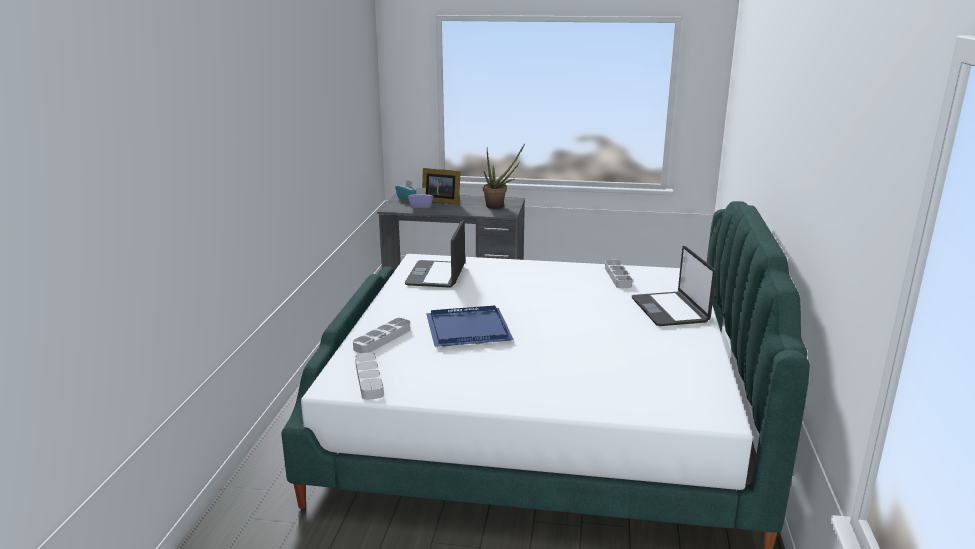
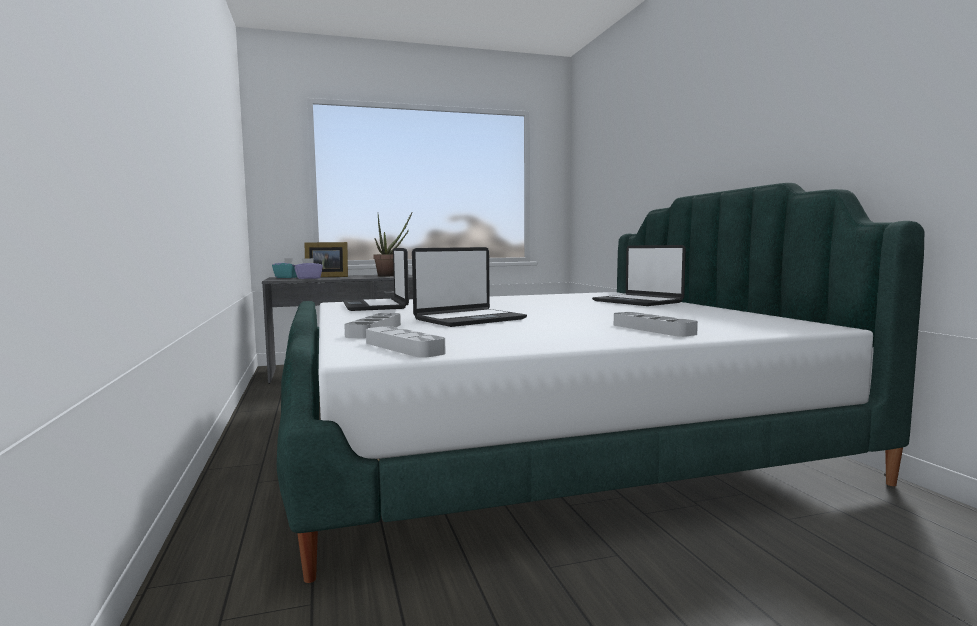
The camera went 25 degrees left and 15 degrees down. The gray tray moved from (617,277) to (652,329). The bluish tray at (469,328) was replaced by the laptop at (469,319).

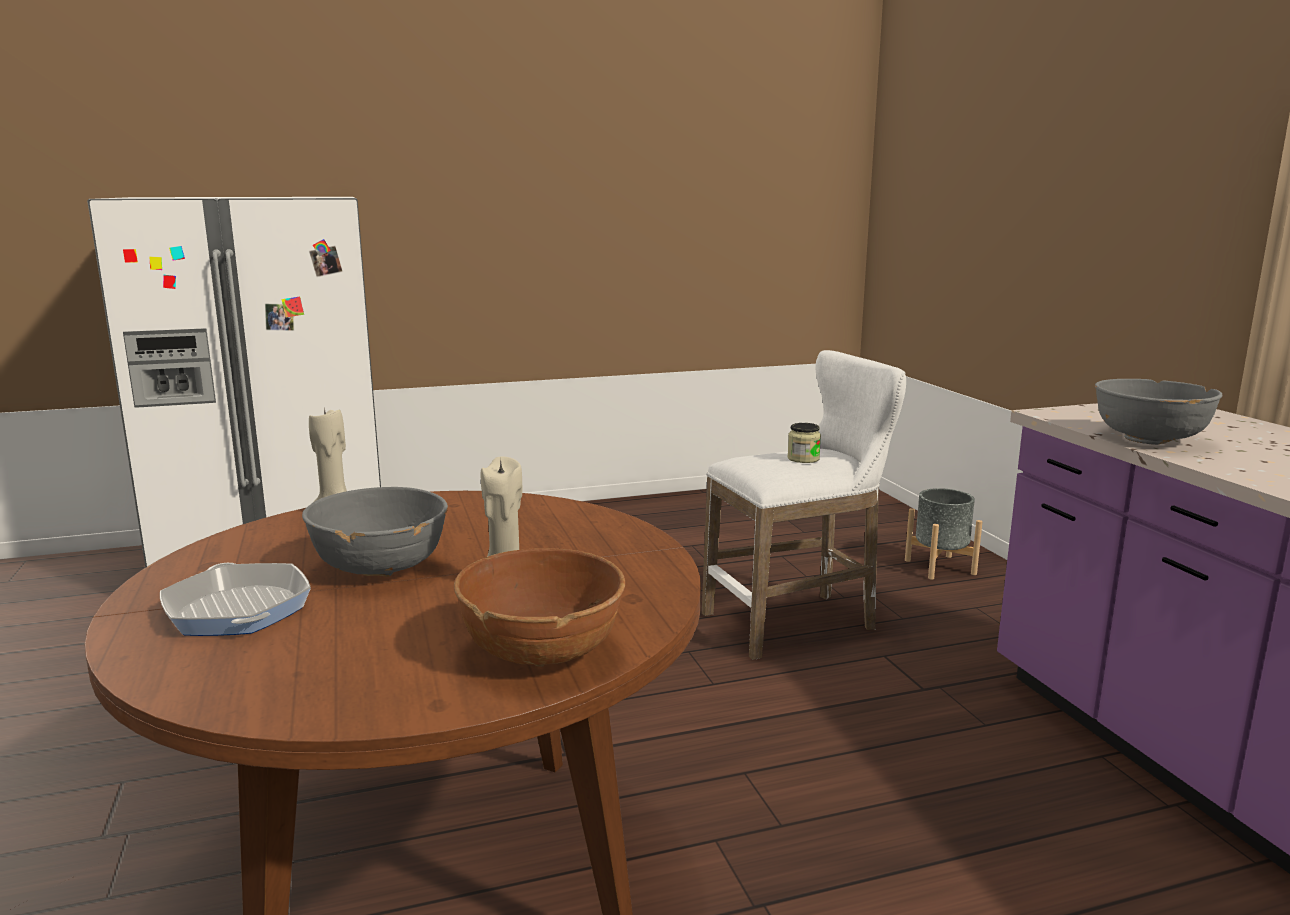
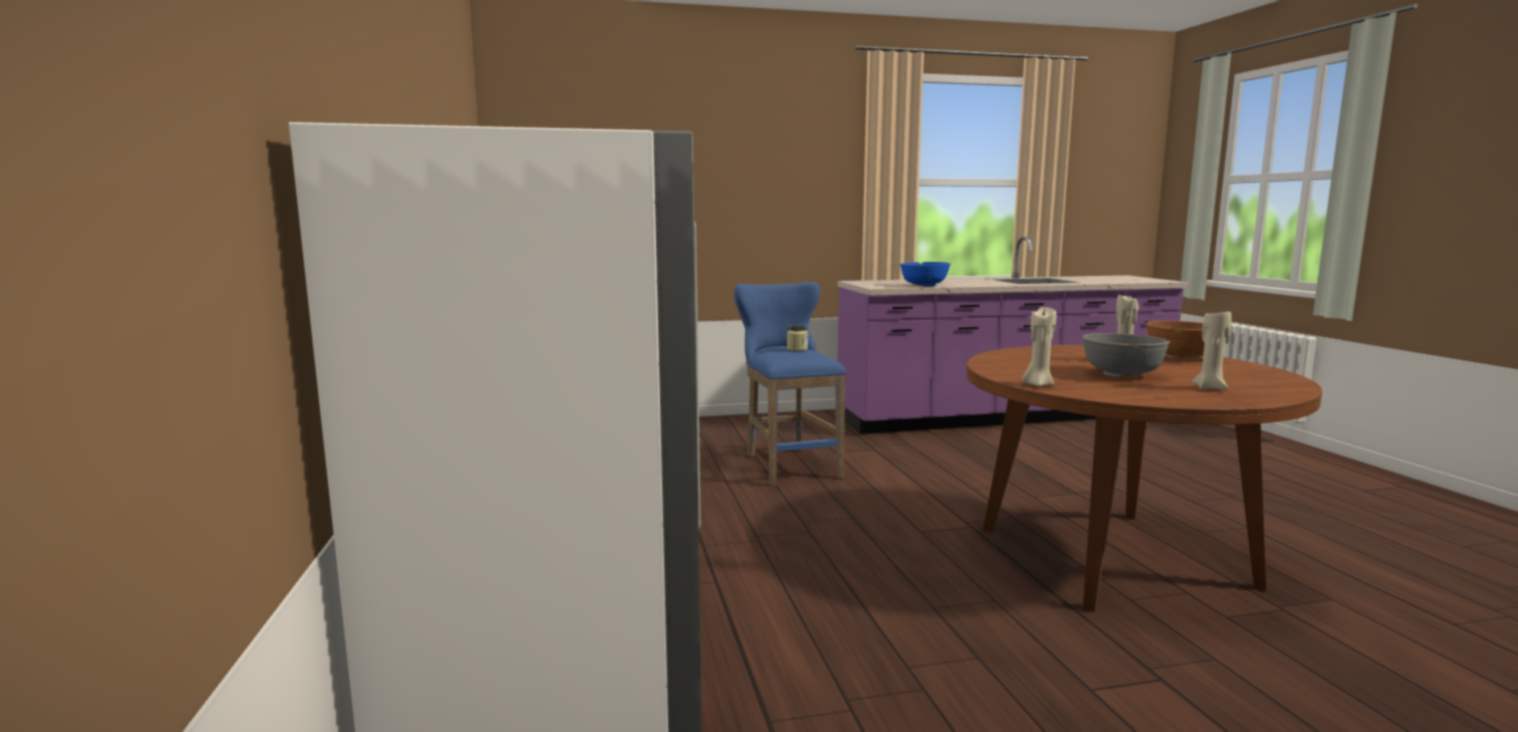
The camera went 85 degrees left and 5 degrees down. The white stool seat at (798,622) became the bluish stool seat at (788,464). The gray bowl at (1149,438) became the bluish bowl at (924,285). The gray flower pot at (940,567) disappeared. The skillet at (238,610) was replaced by the beige wax light at (1210,388).

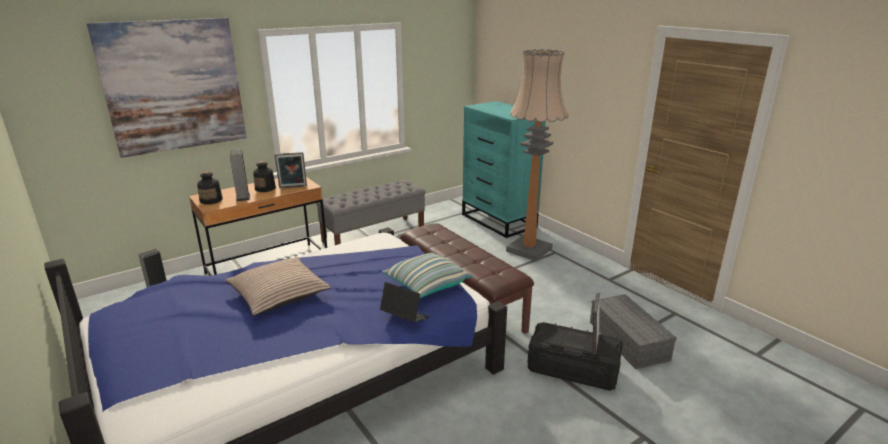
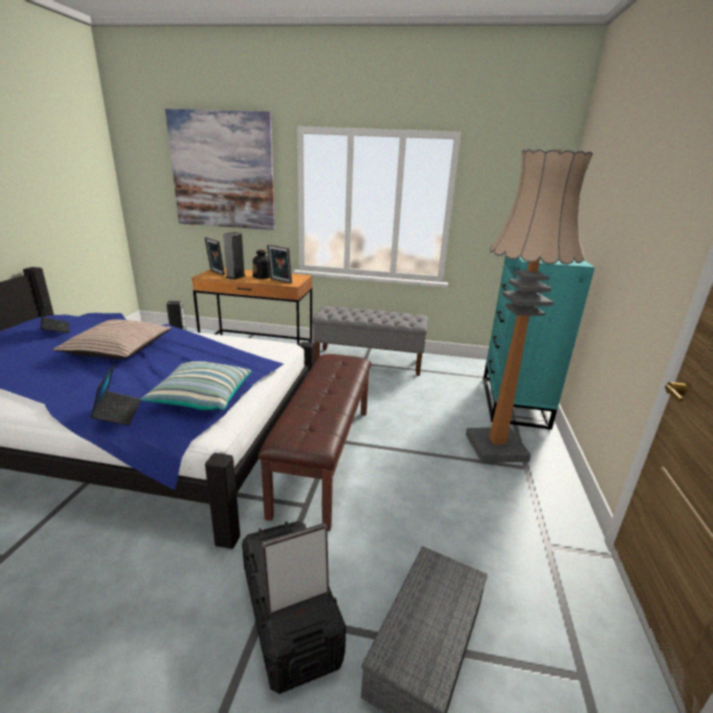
The camera went 45 degrees right and 0 degrees up. The beverage bottle at (211,200) was replaced by the picture frame at (216,273). The laptop at (56,329) appeared.

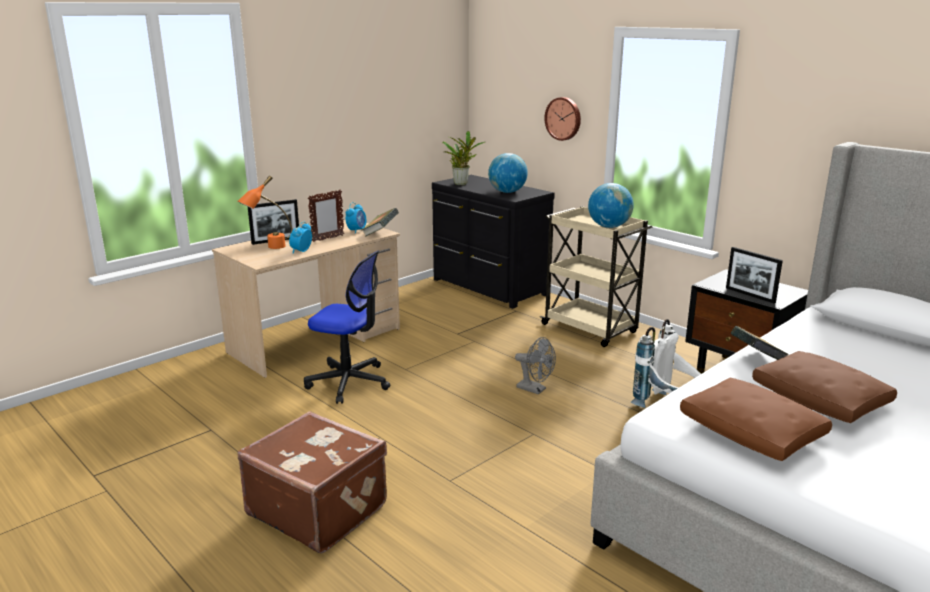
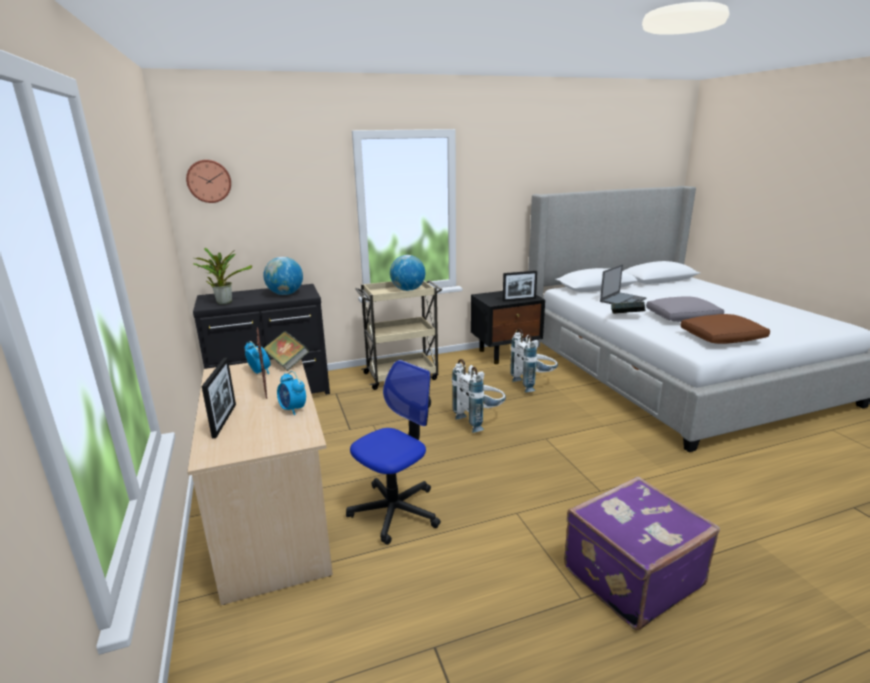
The camera went 65 degrees left and 0 degrees up. The hanging clock moved from (563,118) to (209,181). The orange tabletop lamp at (269,248) disappeared. The gray cooling fan at (535,389) was replaced by the white backpack at (480,420). The brownish cushion at (820,401) became the gray cushion at (683,318). The brownish suitcase at (318,509) became the purple suitcase at (629,575). The laptop at (623,300) appeared.

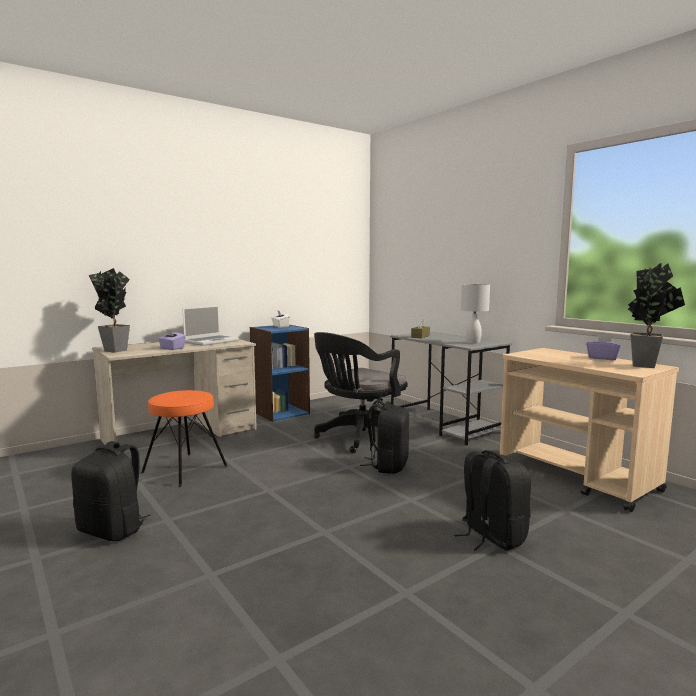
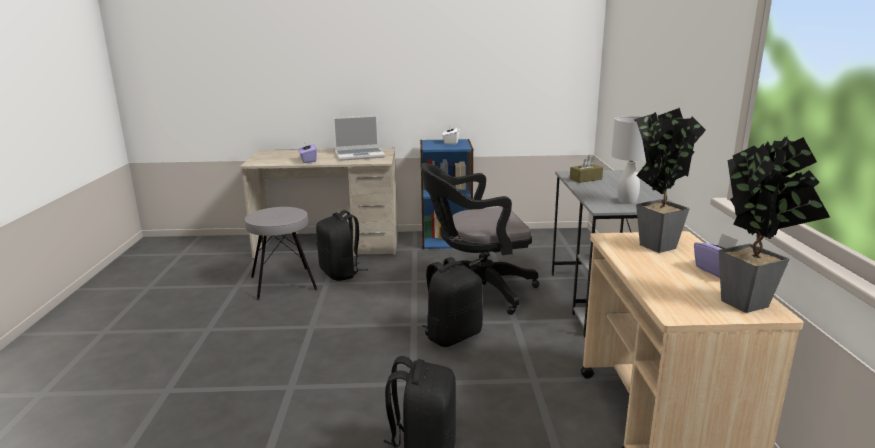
The camera went 35 degrees right and 10 degrees up. The potted plant moved from (115,350) to (655,244). The orange stool seat at (185,469) became the gray stool seat at (283,283). The blackish backpack moved from (113,530) to (341,273).

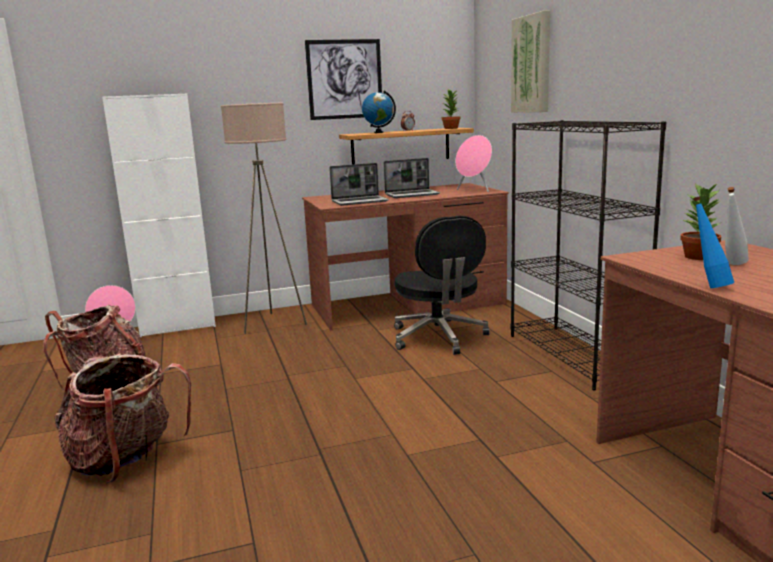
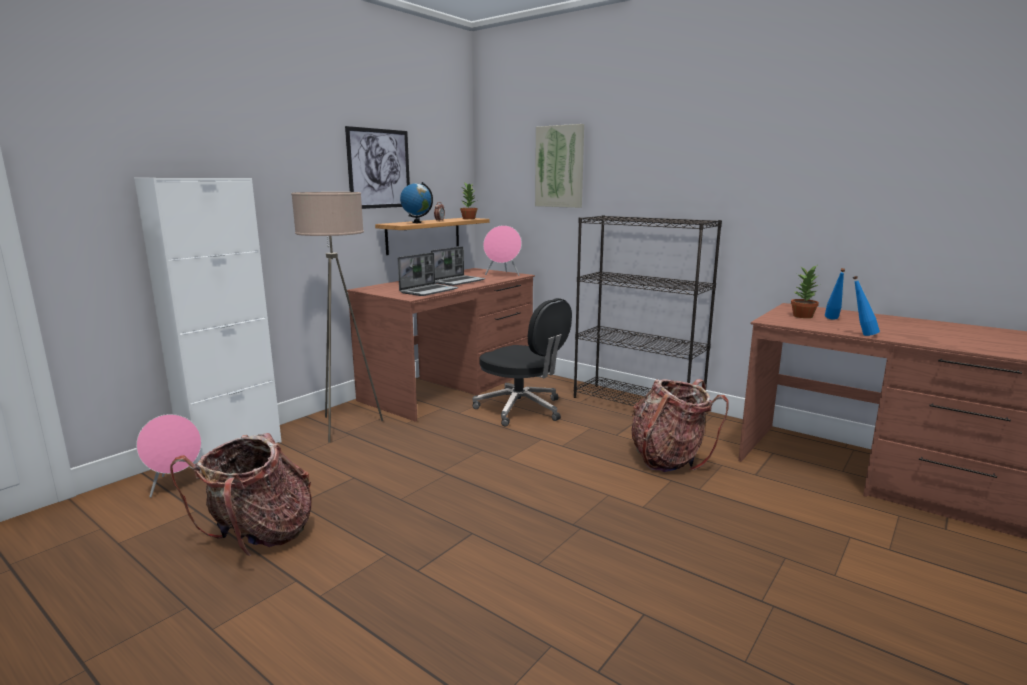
The camera went 35 degrees left and 0 degrees up. The white beverage bottle at (731,265) became the bluish beverage bottle at (832,319). The backpack moved from (126,460) to (668,458).

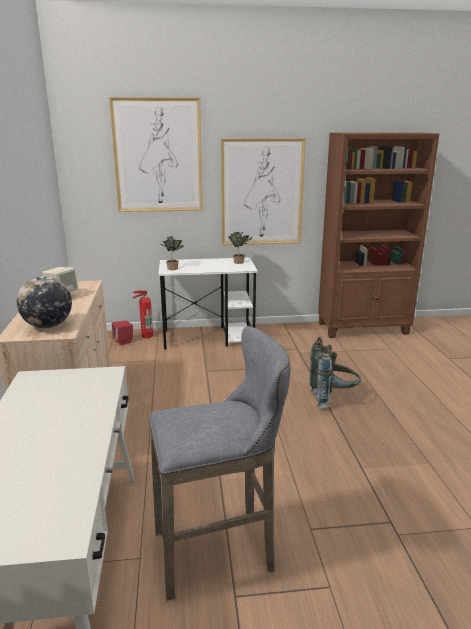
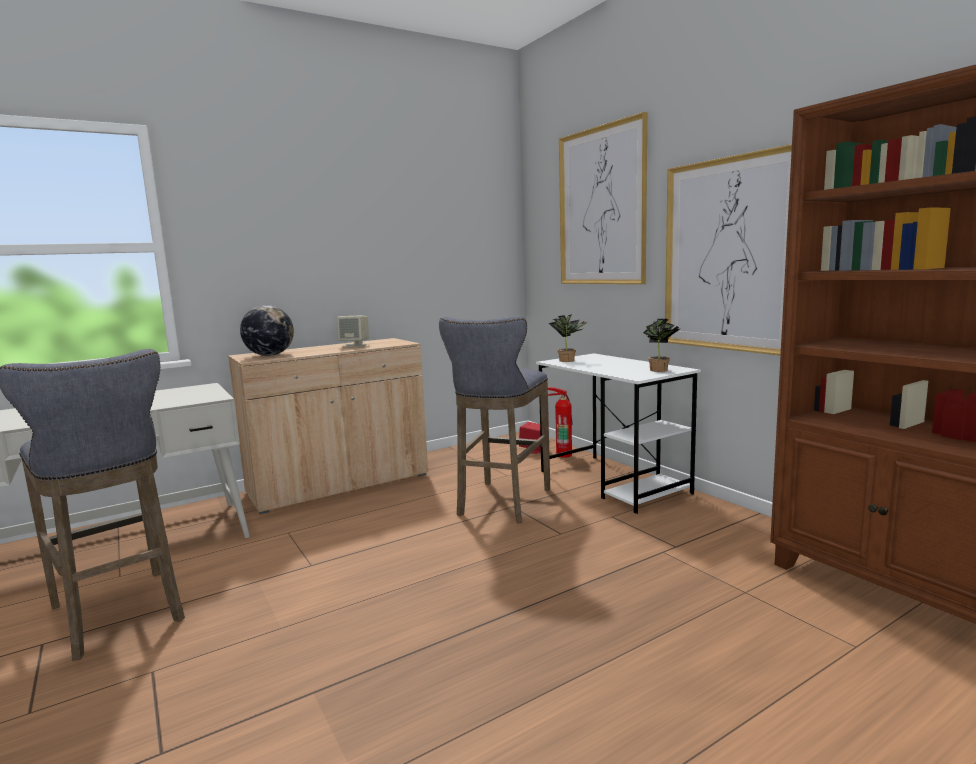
The camera went 65 degrees right and 10 degrees down. The gray backpack at (333,399) disappeared. The gray stool seat at (502,504) appeared.

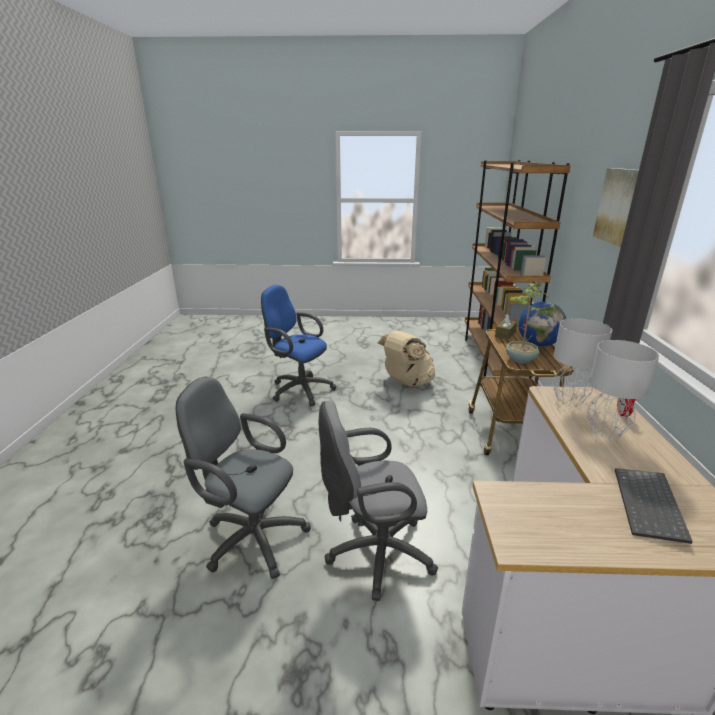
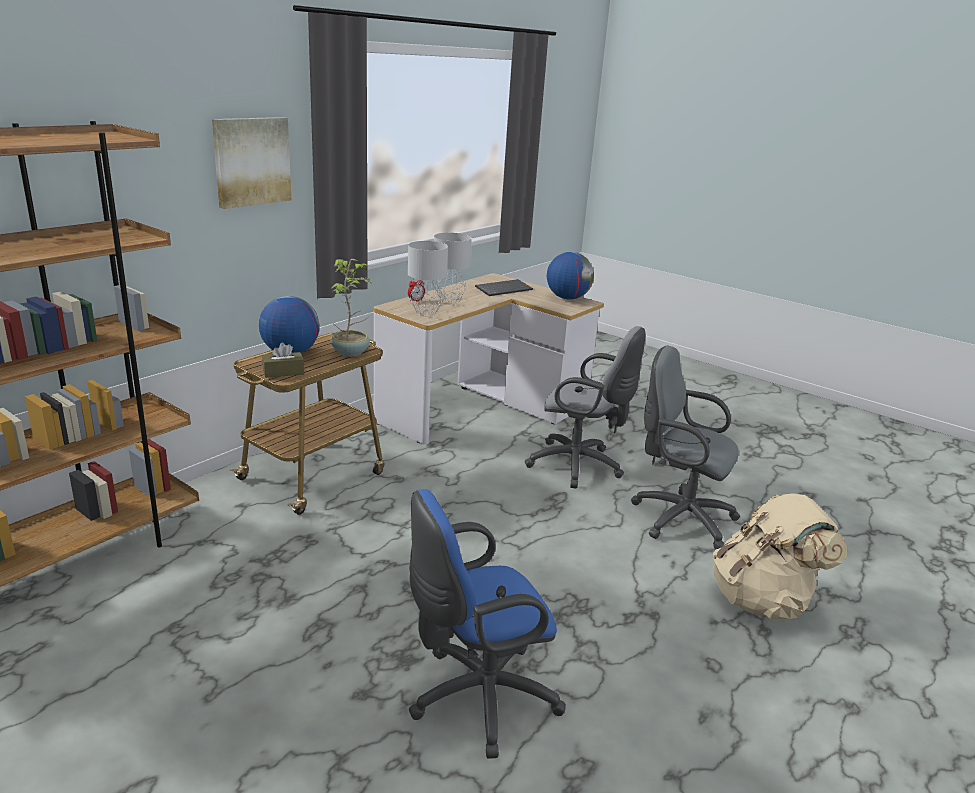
The camera went 145 degrees left and 0 degrees up. The bluish computer chair at (299,389) turned 90 degrees clockwise. The beige backpack moved from (406,382) to (762,599). The gray computer chair at (250,537) turned 150 degrees clockwise. The globe at (567,298) appeared.

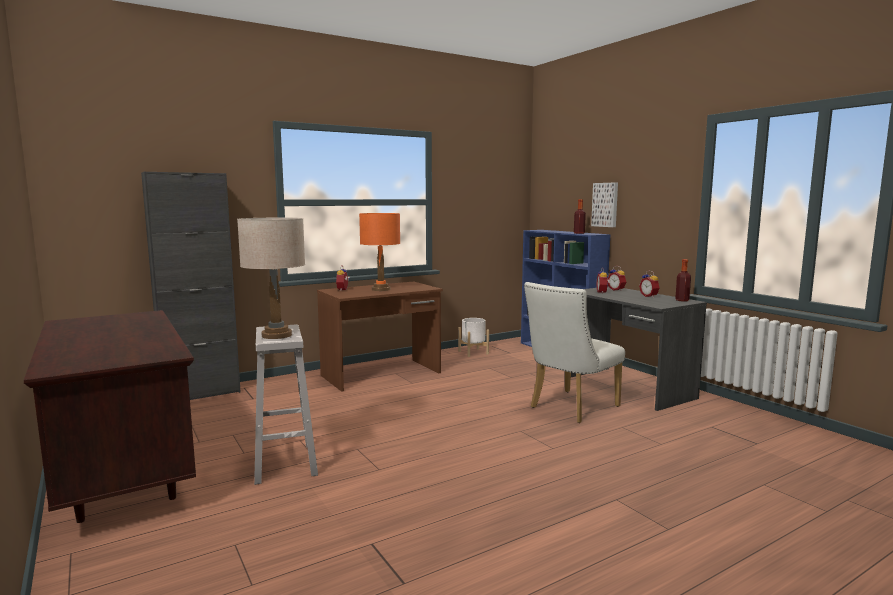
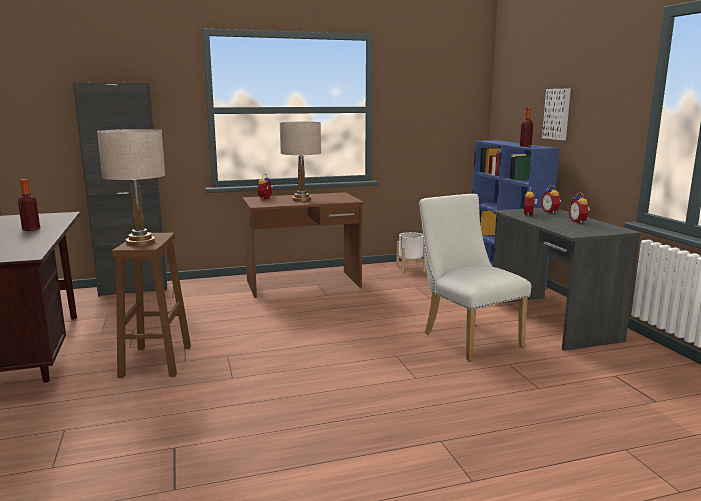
The camera went 15 degrees right and 5 degrees up. The orange tabletop lamp at (381,289) became the beige tabletop lamp at (301,199). The beverage bottle moved from (682,300) to (31,229). The white chair at (570,408) turned 90 degrees clockwise. The white stool seat at (285,463) became the brownish stool seat at (156,362).

